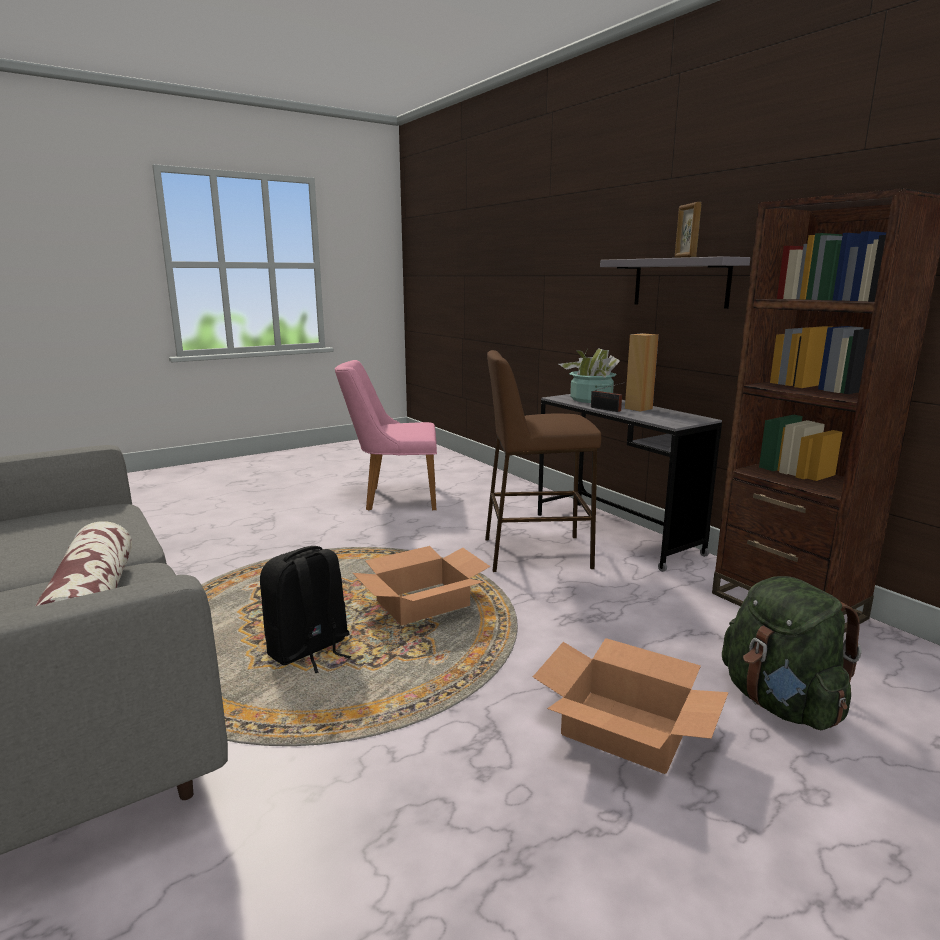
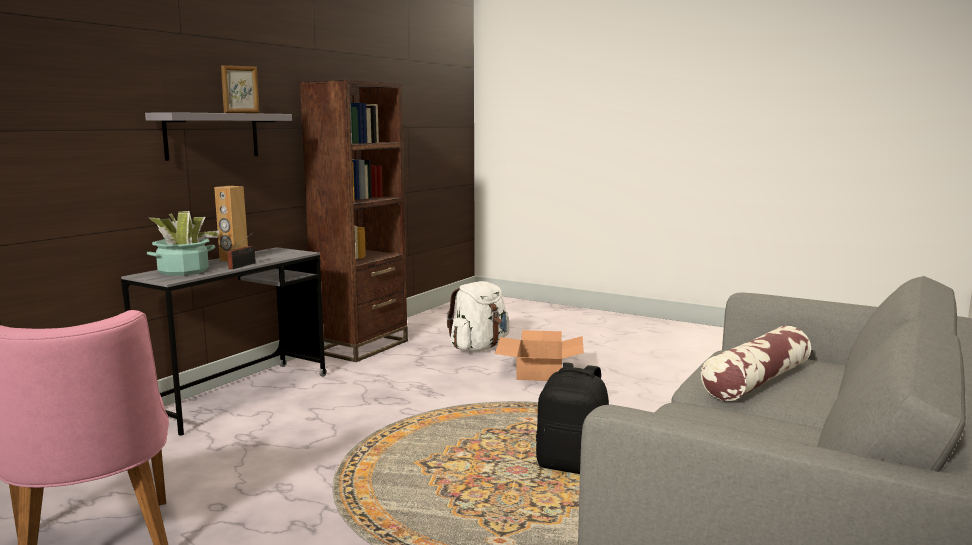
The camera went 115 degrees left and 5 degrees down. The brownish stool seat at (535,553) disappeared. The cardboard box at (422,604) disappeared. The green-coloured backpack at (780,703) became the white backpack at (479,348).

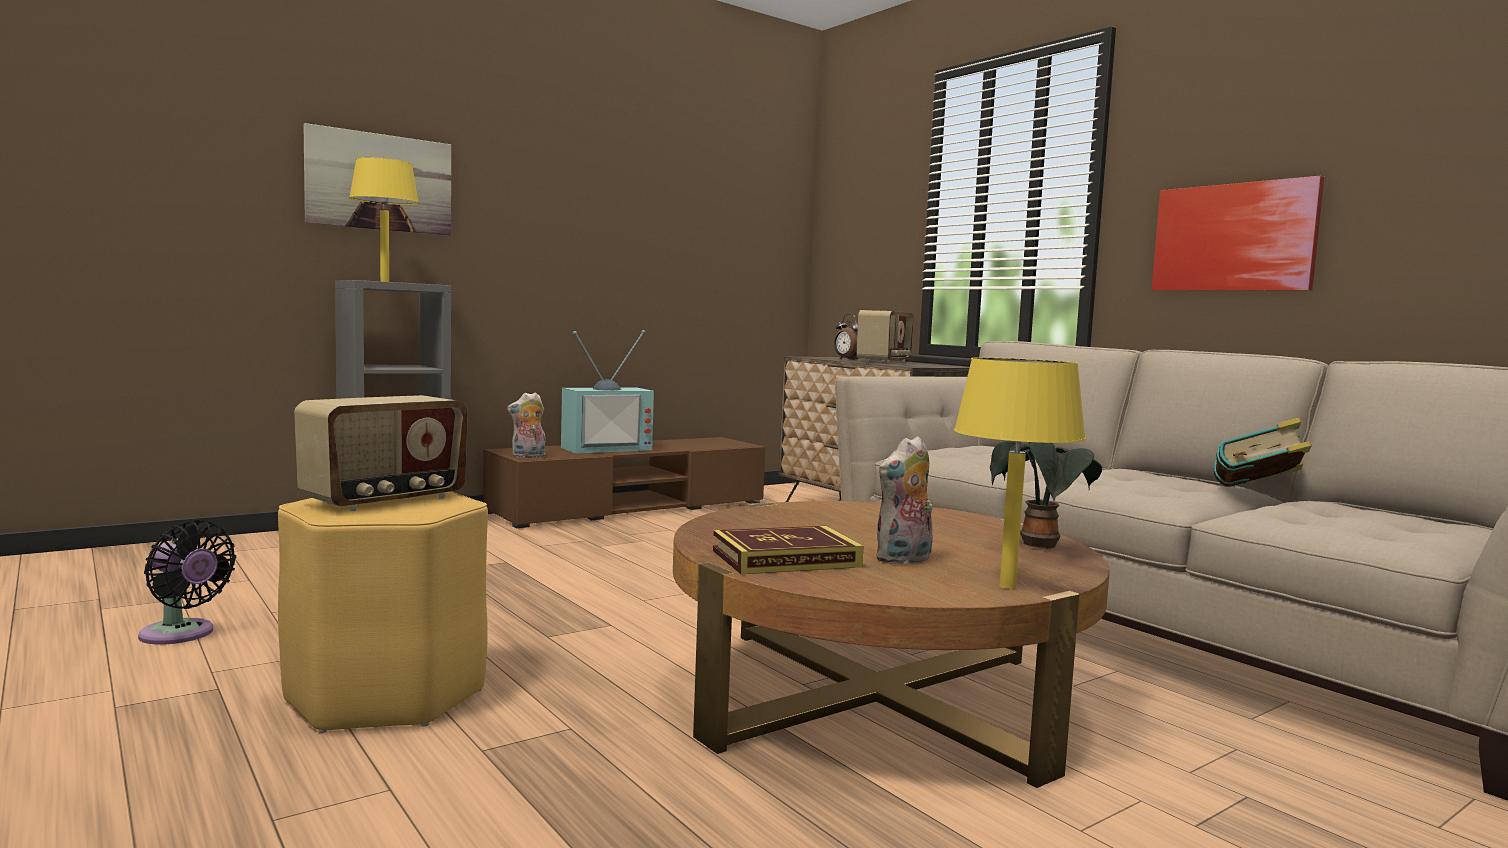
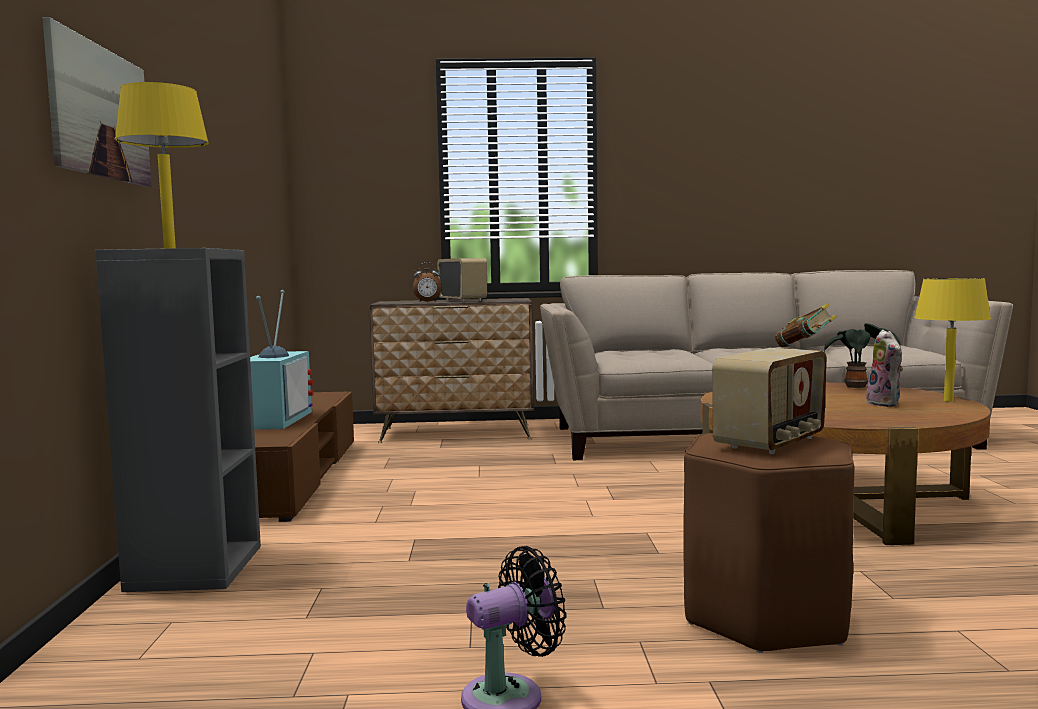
The camera went 55 degrees left and 0 degrees up. The wall picture at (1233,237) disappeared. The soft toy at (528,456) disappeared. The radio at (385,500) turned 60 degrees clockwise. The yellow stool seat at (386,694) became the brownish stool seat at (764,616). The bound book at (785,559) disappeared.

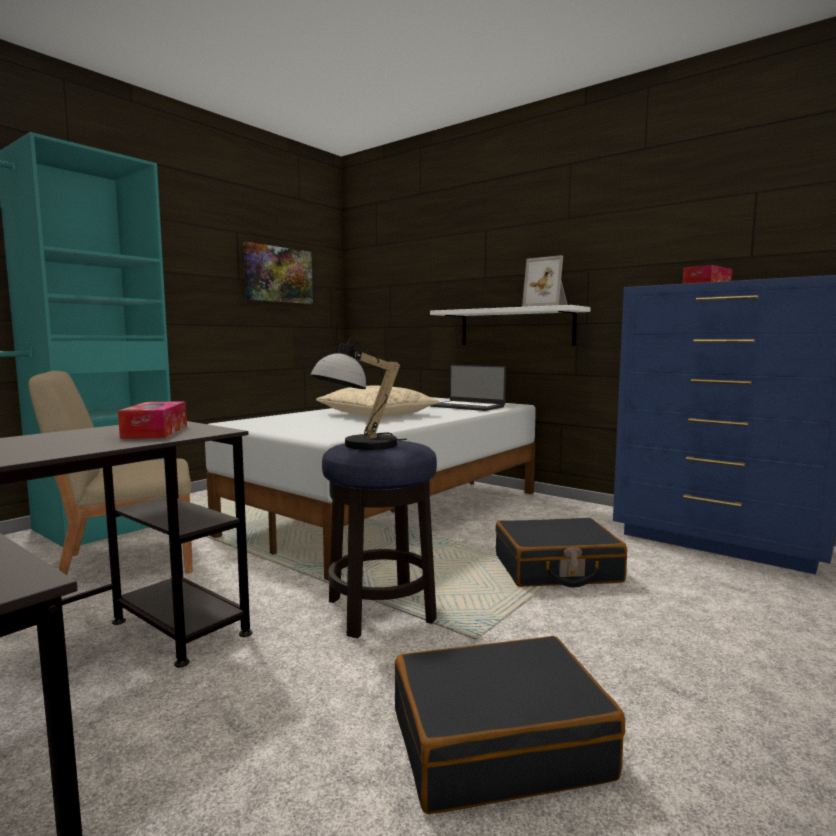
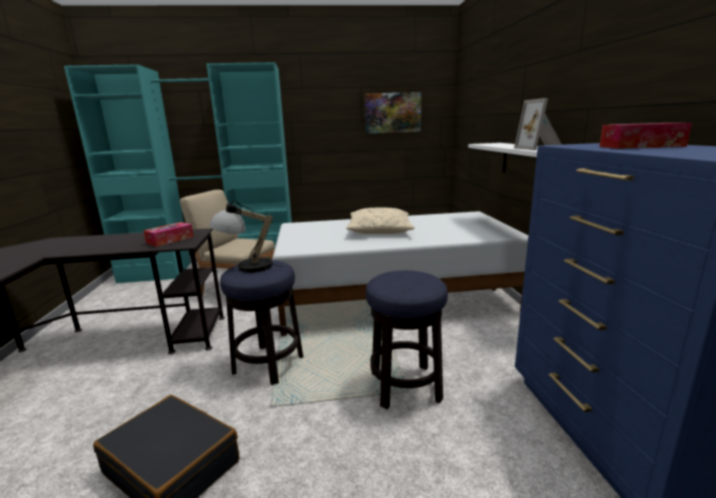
The camera went 45 degrees right and 10 degrees up. The laptop at (468,406) disappeared. The blackish suitcase at (556,569) was replaced by the stool seat at (405,386).

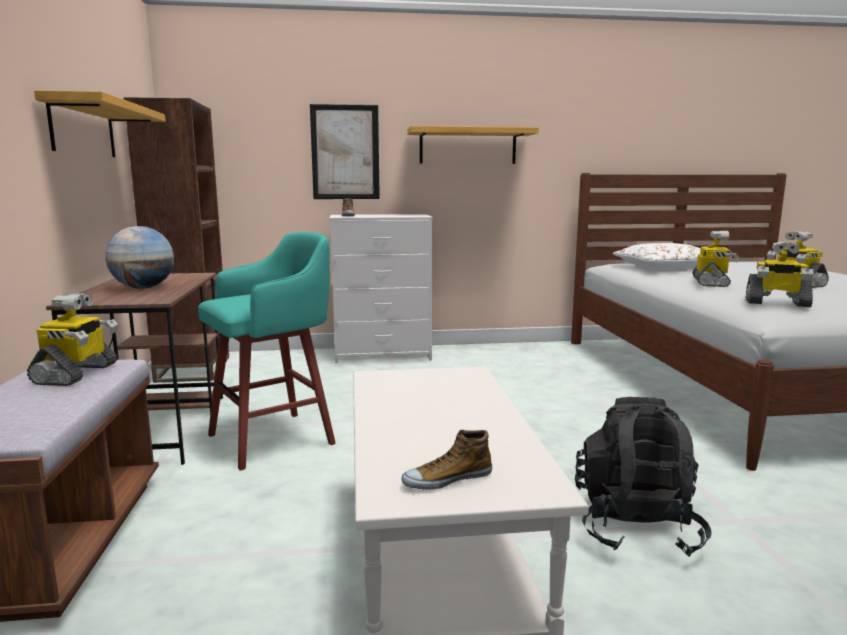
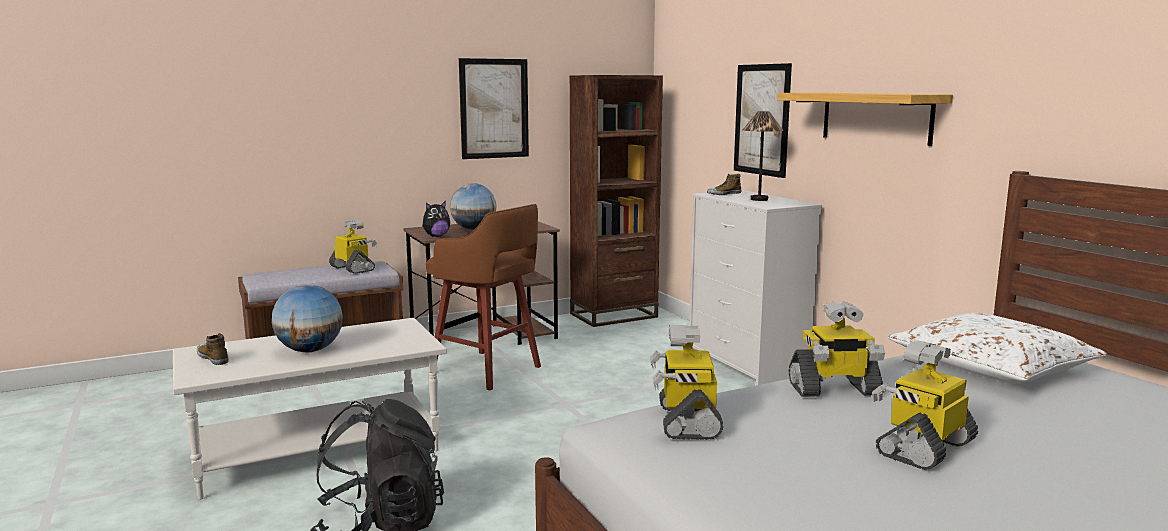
The camera went 70 degrees right and 0 degrees up. The shelf at (83,129) was replaced by the wall picture at (494,108). The turquoise-coloured stool seat at (275,438) became the brownish stool seat at (488,371). The model robot at (77,374) turned 120 degrees counterclockwise. The tabletop lamp at (759,199) appeared. The soft toy at (436,236) appeared. The globe at (309,350) appeared.

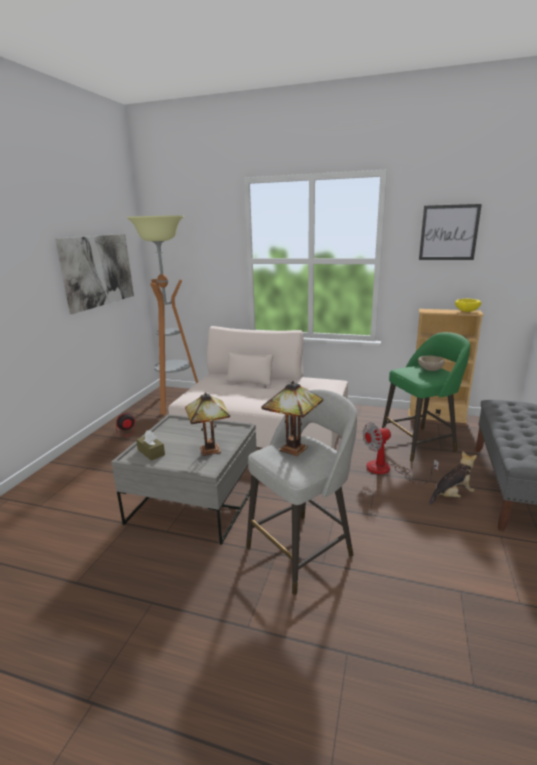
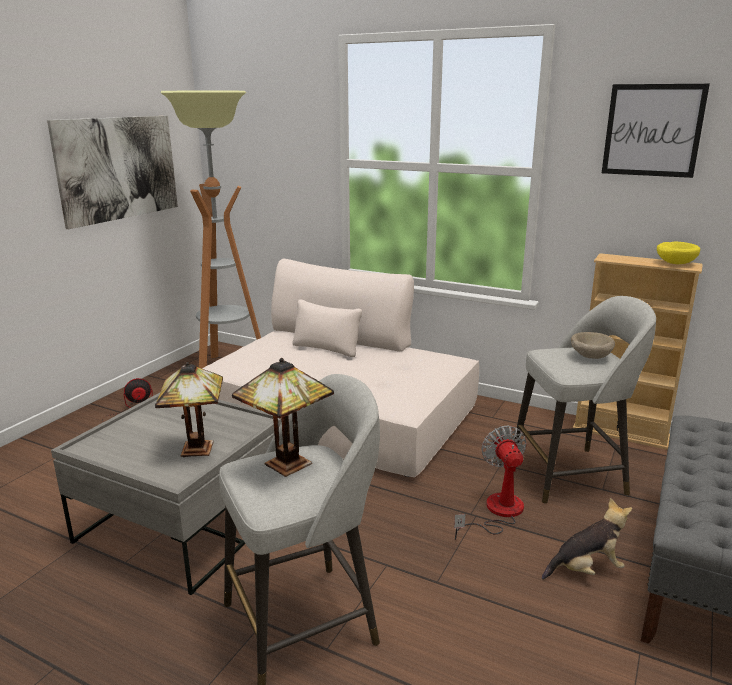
The camera went 10 degrees right and 0 degrees up. The green-coloured stool seat at (419,443) became the gray stool seat at (571,474). The cooling fan at (387,470) turned 90 degrees clockwise. The brownish box of tissues at (151,452) disappeared.

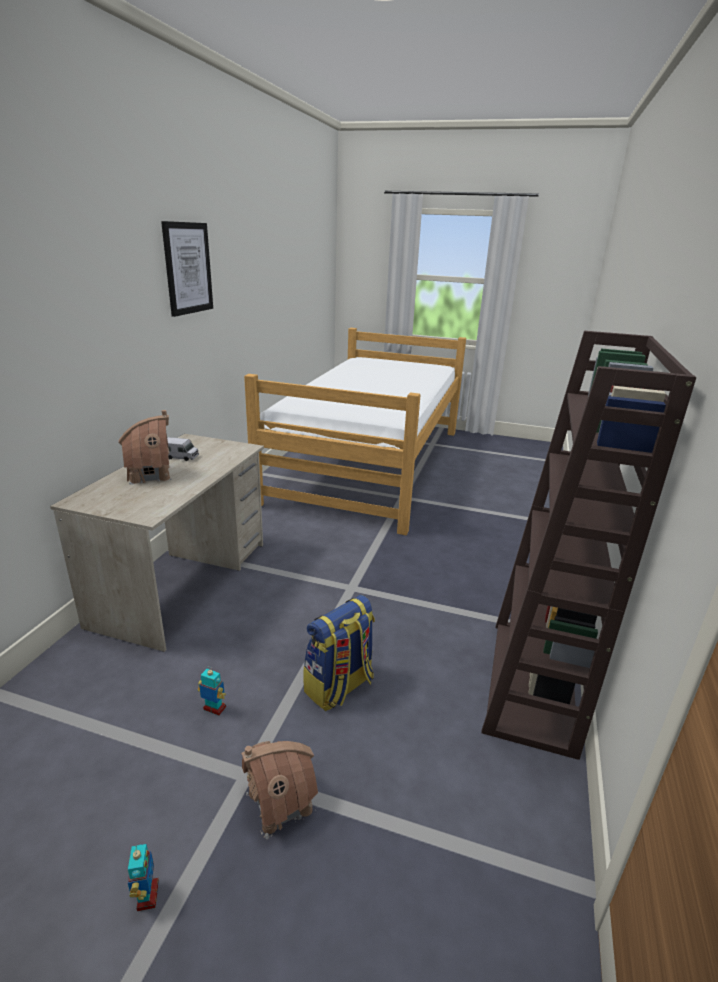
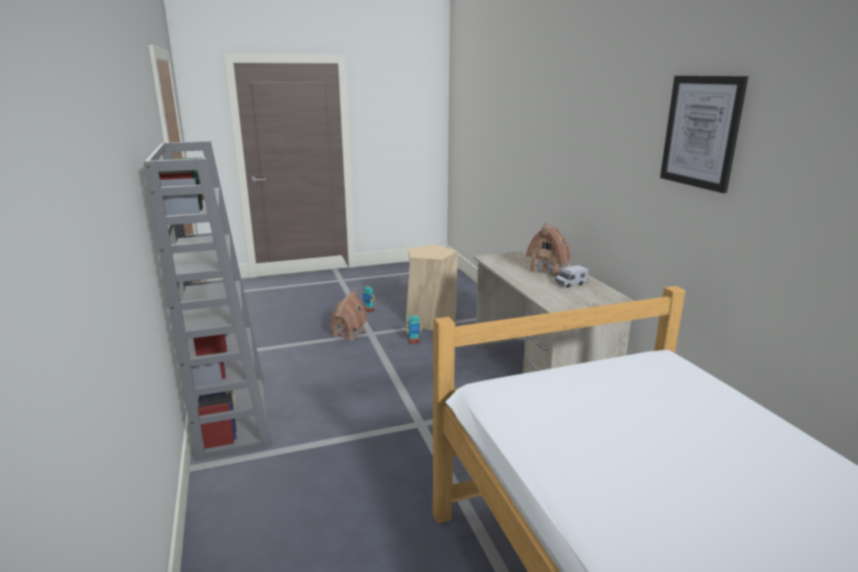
The camera went 145 degrees right and 5 degrees down. The brownish bookshelf at (533,684) became the gray bookshelf at (232,416). The backpack at (339,687) disappeared. The beige stool seat at (431,319) appeared.

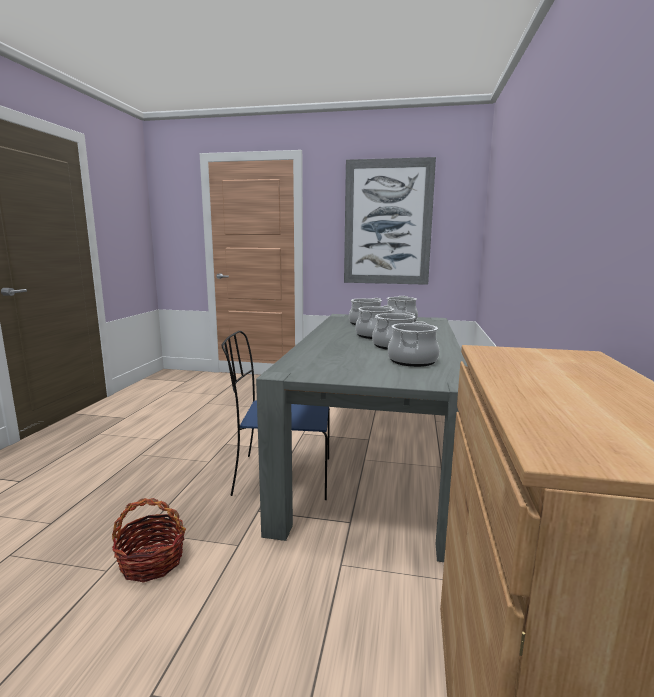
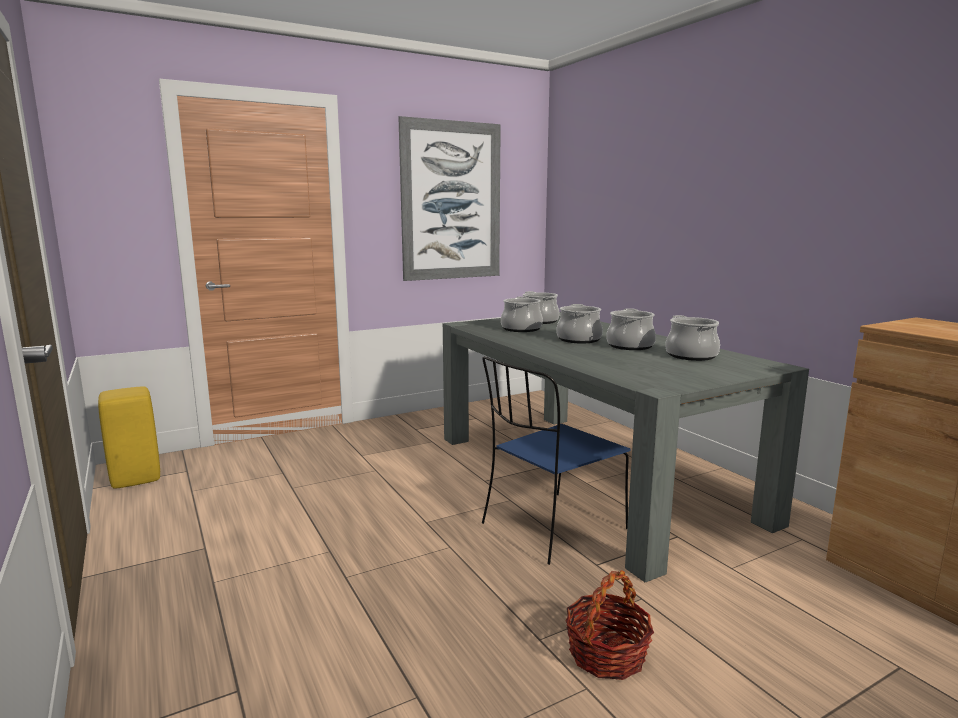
The camera went 40 degrees left and 0 degrees up. The yellow stool seat at (135,479) appeared.

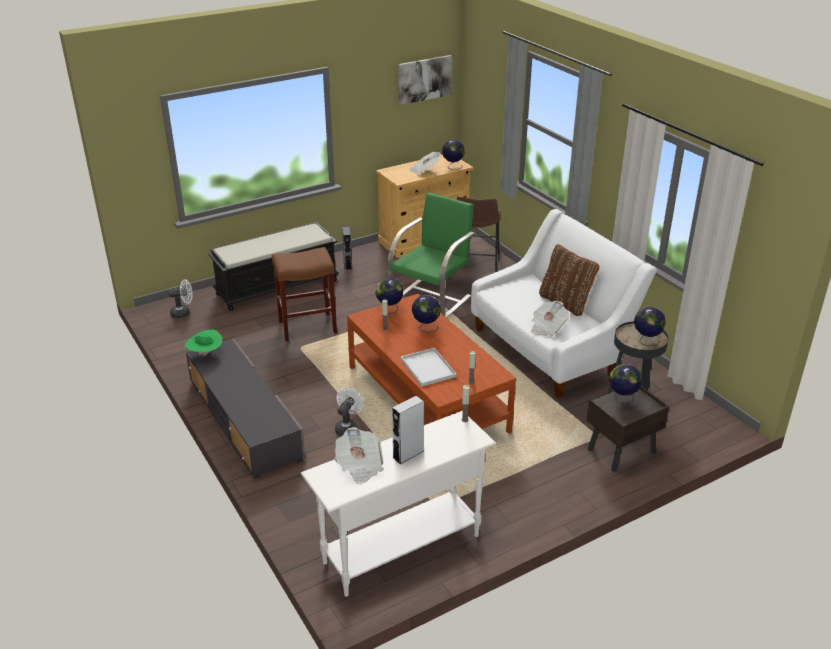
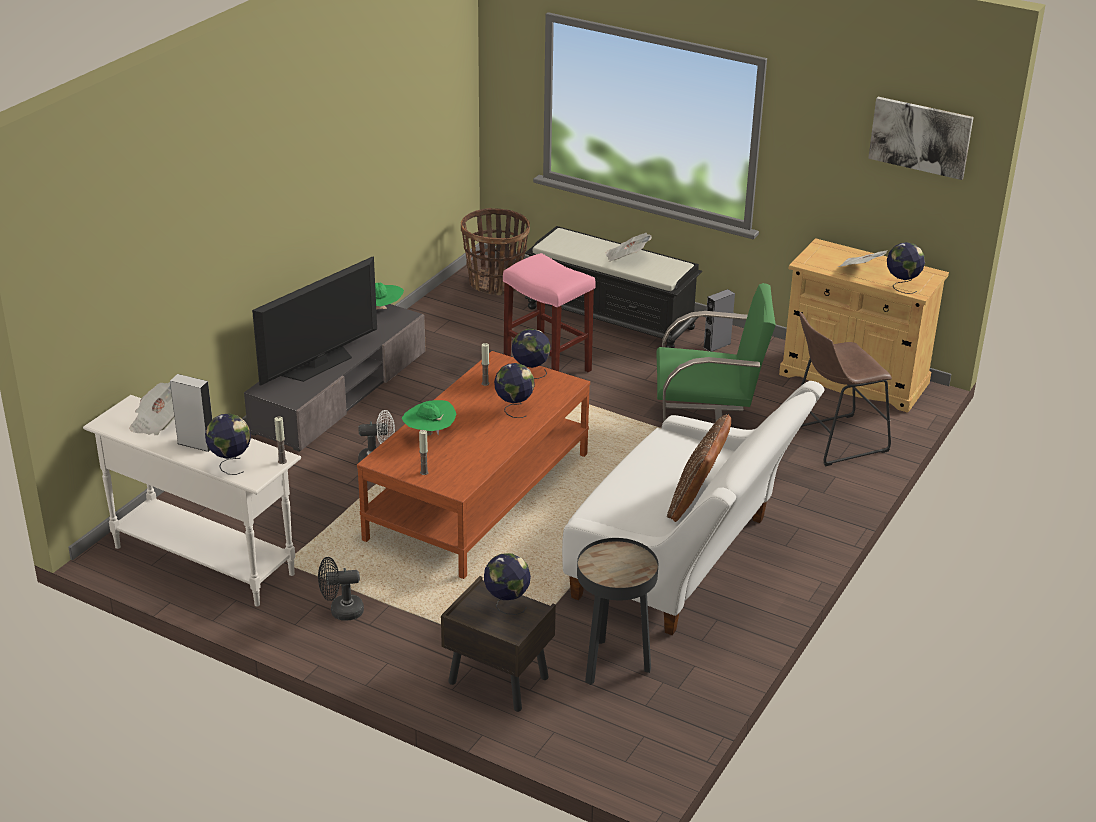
The camera went 60 degrees right and 0 degrees up. The brownish stool seat at (308,326) became the pink-coloured stool seat at (548,367). The white cooling fan at (183,313) was replaced by the household basket at (495,284). The printed paper moved from (547,328) to (626,258). The globe moved from (646,341) to (231,464). The white tray at (427,367) was replaced by the green-coloured wearable hat at (429,434). The TV set at (319,364) appeared. The blackish cooling fan at (341,611) appeared.

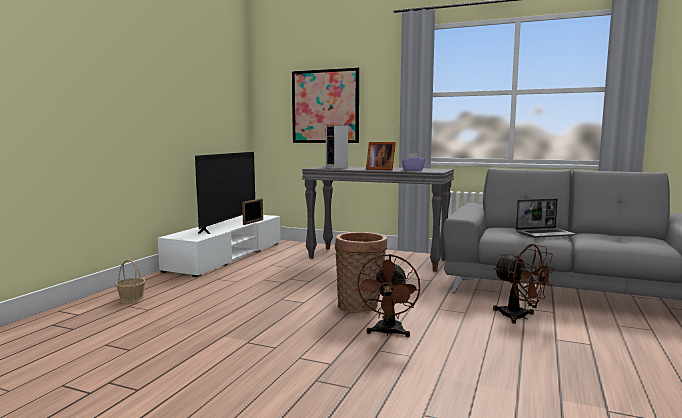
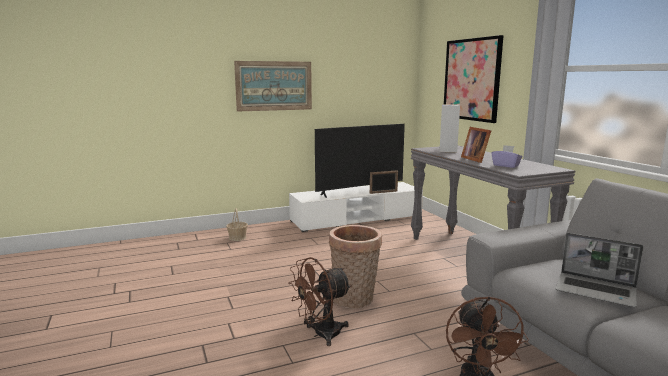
The camera went 45 degrees right and 5 degrees up. The wall picture at (274,86) appeared.

